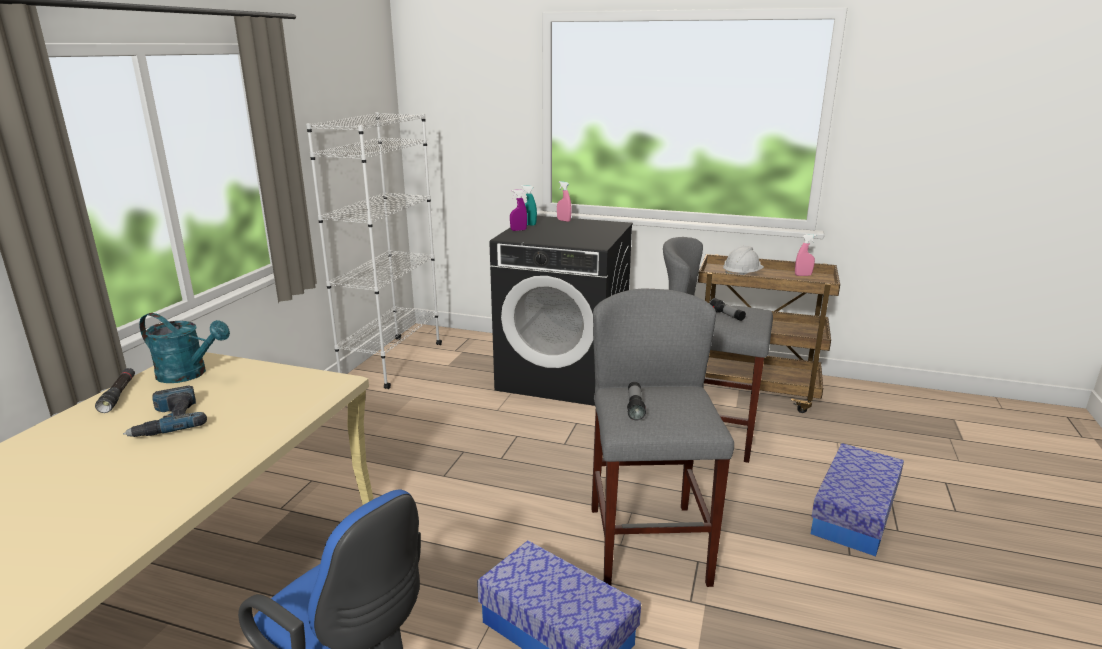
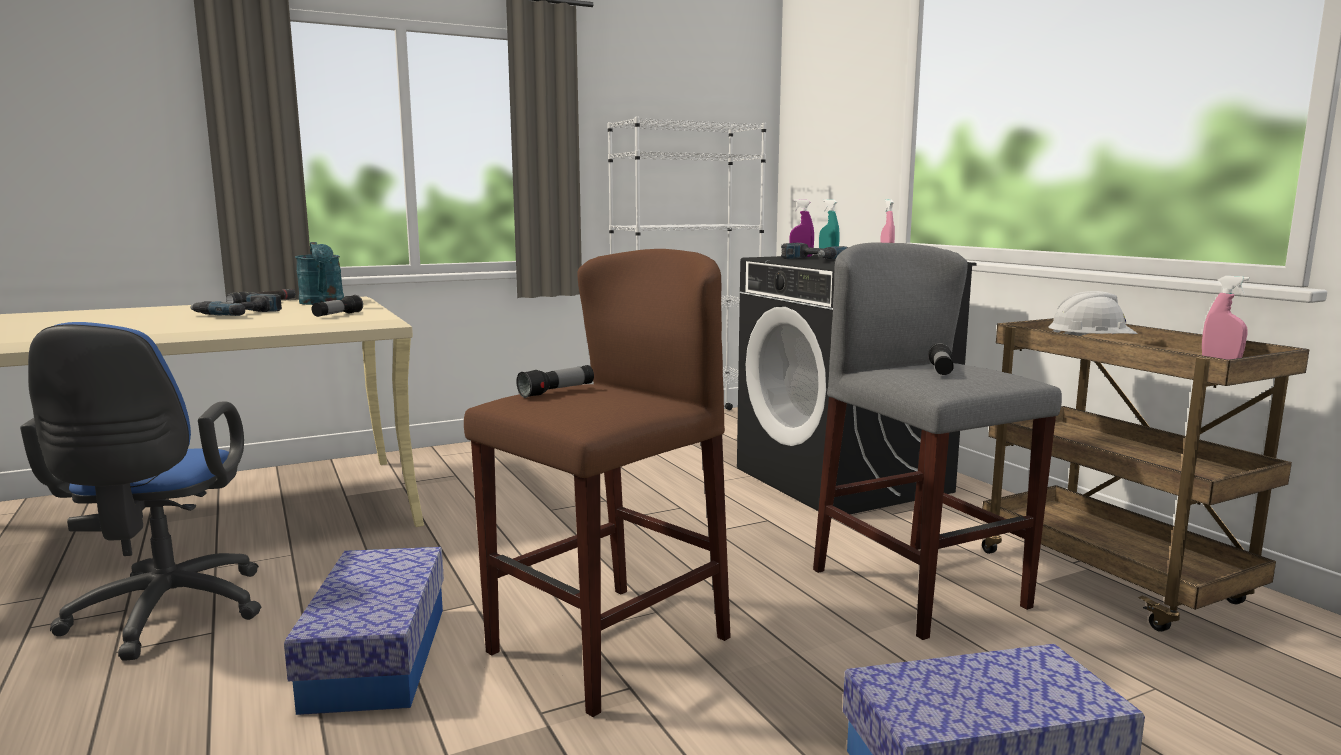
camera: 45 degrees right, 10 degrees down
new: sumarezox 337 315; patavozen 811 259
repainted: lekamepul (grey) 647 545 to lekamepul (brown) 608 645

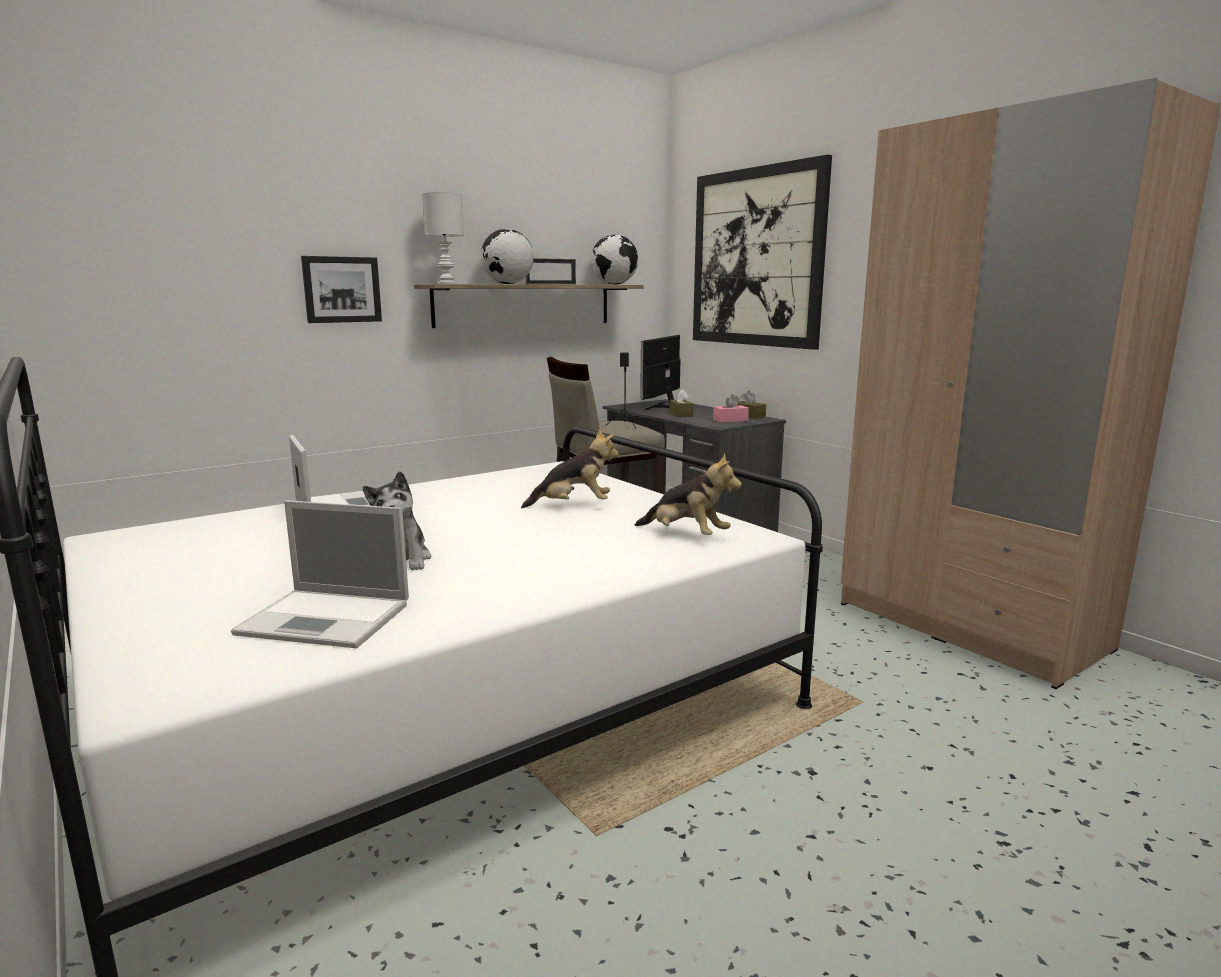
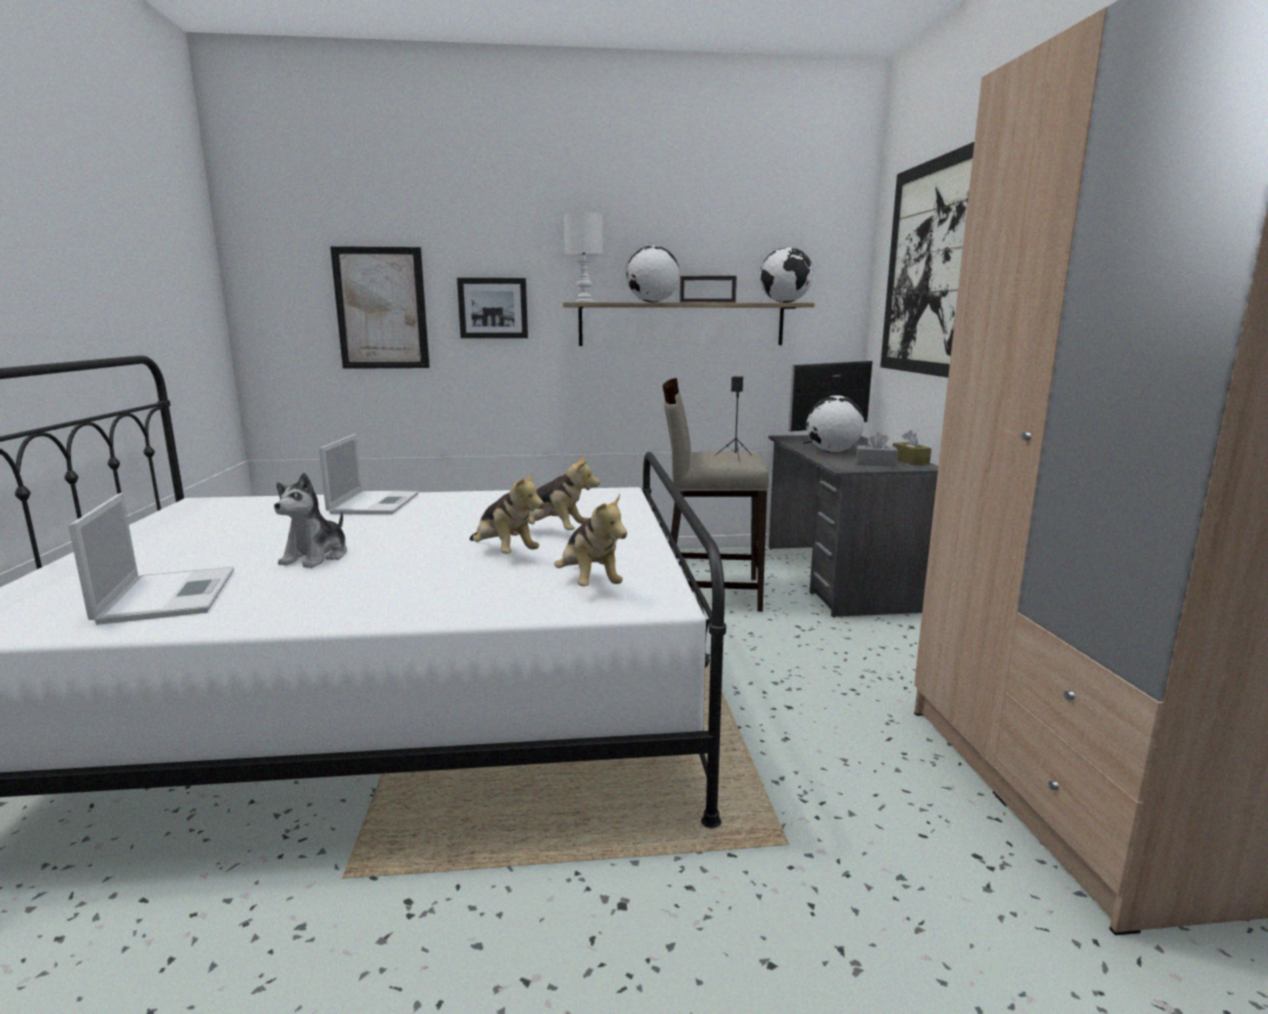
camera: 30 degrees right, 0 degrees up
new: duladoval 381 308; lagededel 504 553
swapped: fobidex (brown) 681 414 to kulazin 832 451
repainted: fobidex (pink) 730 420 to fobidex (grey) 875 463
rotated: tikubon 328 619 = 168 595 150 degrees counterclockwise

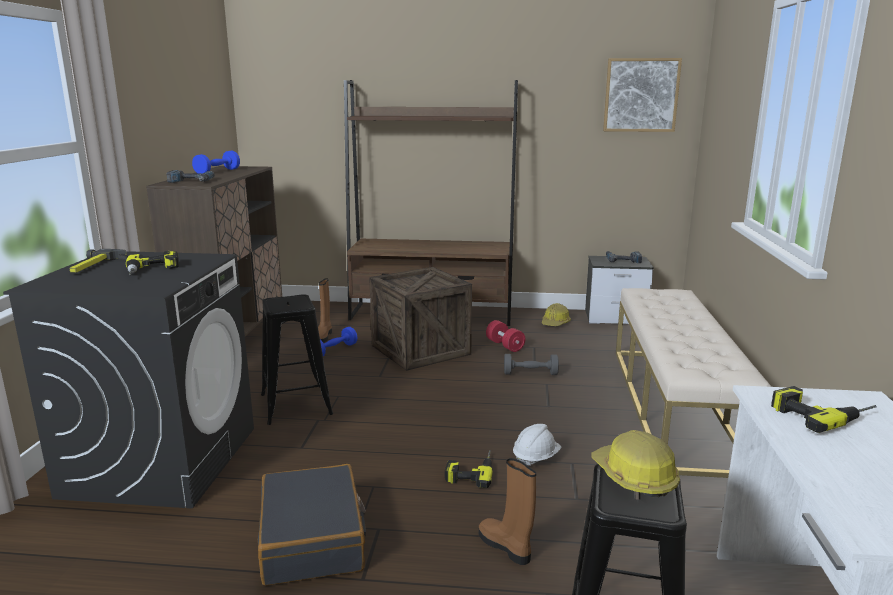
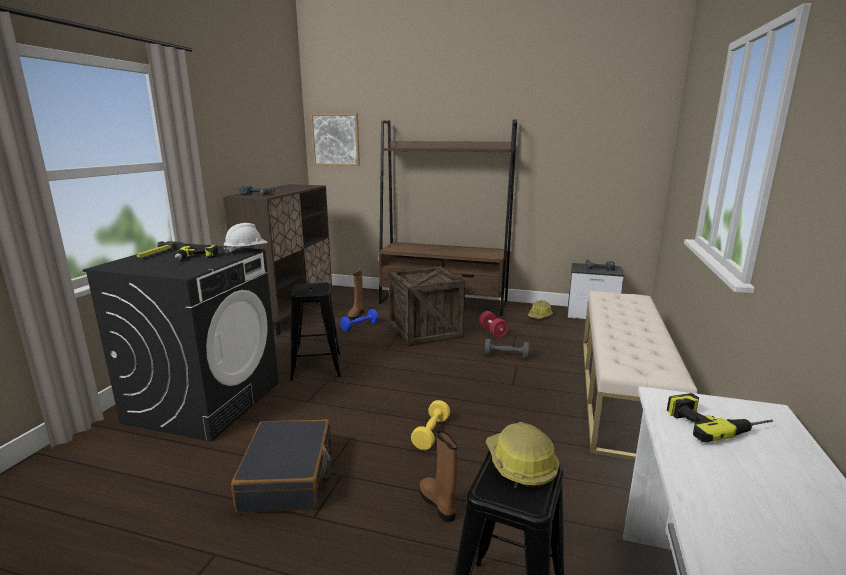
camera: 10 degrees right, 0 degrees up
gone: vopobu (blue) 217 171
shifted: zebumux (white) 536 458 to 246 251; duladoval 641 95 to 336 140
swapped: patavozen 470 470 to vopobu (yellow) 431 433

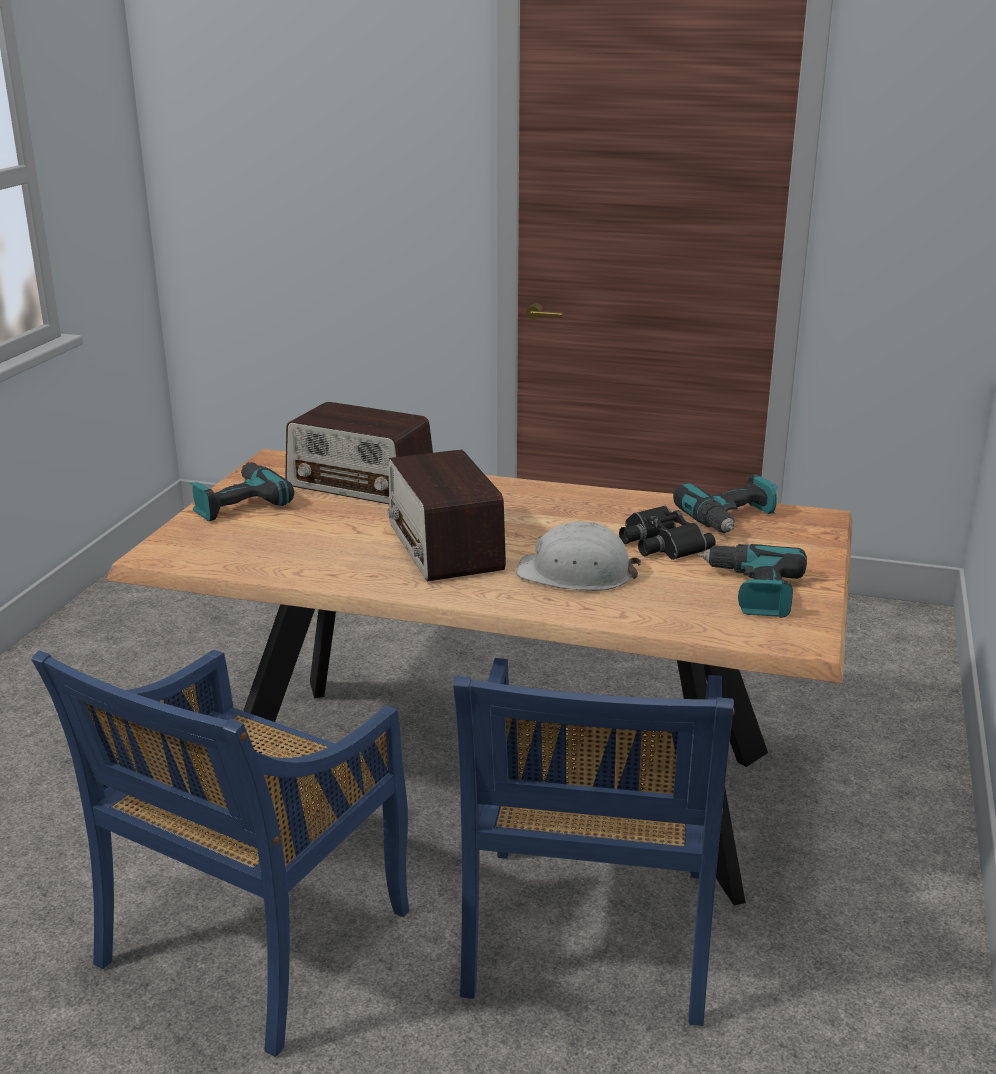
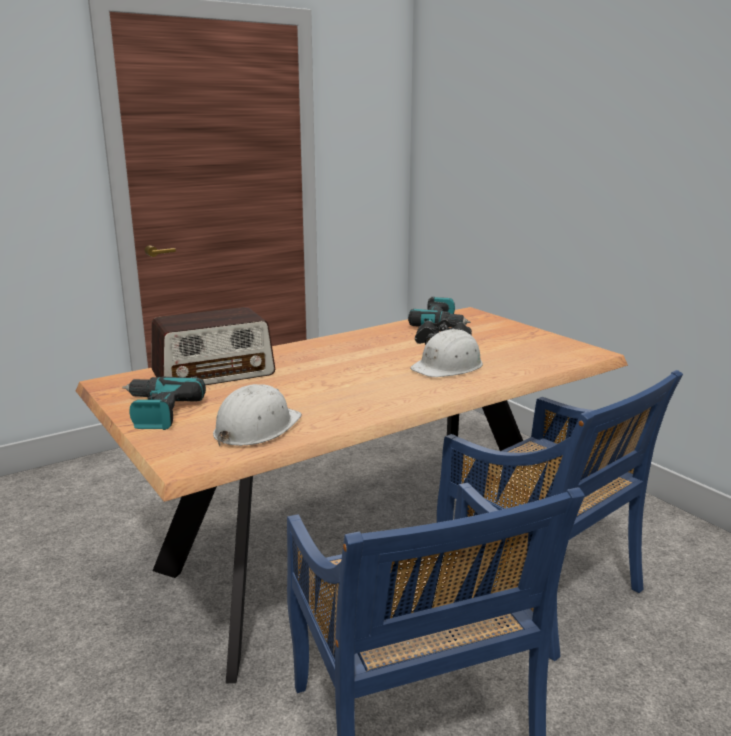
camera: 50 degrees left, 5 degrees down
gone: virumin 445 547; patavozen 752 591
new: zebumux (white) 256 428

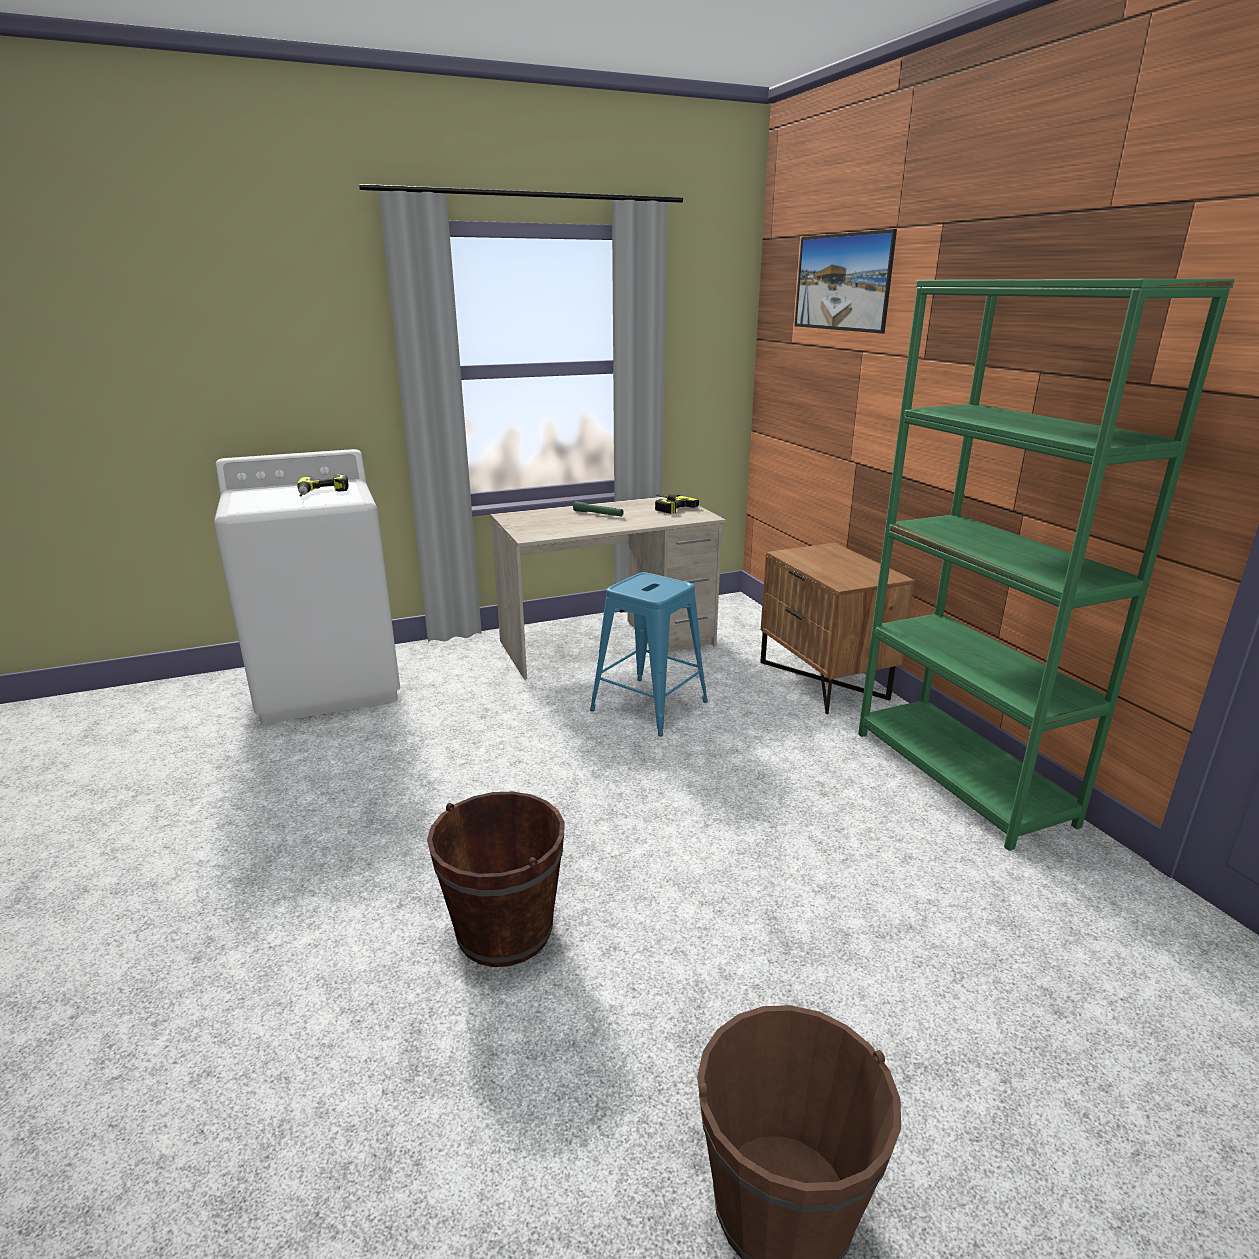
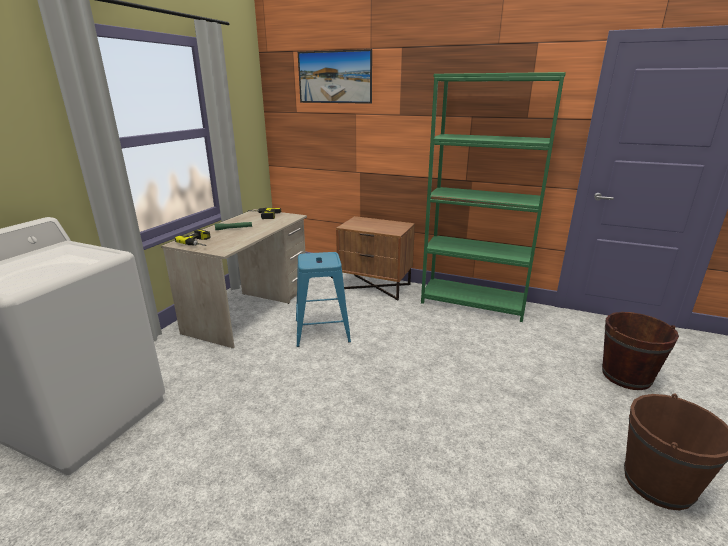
camera: 45 degrees left, 0 degrees up
shifted: patavozen 322 493 to 200 242; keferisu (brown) 505 930 to 626 376

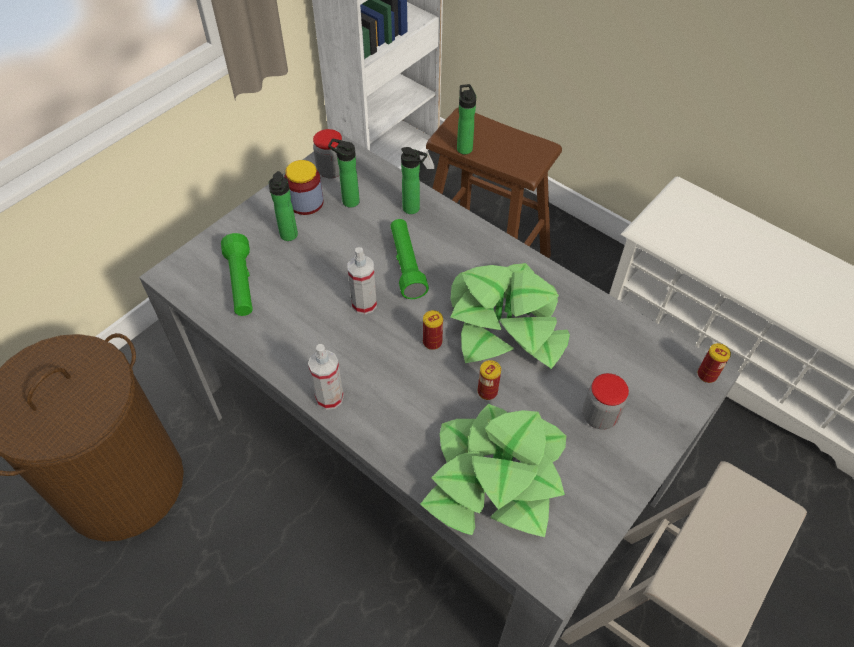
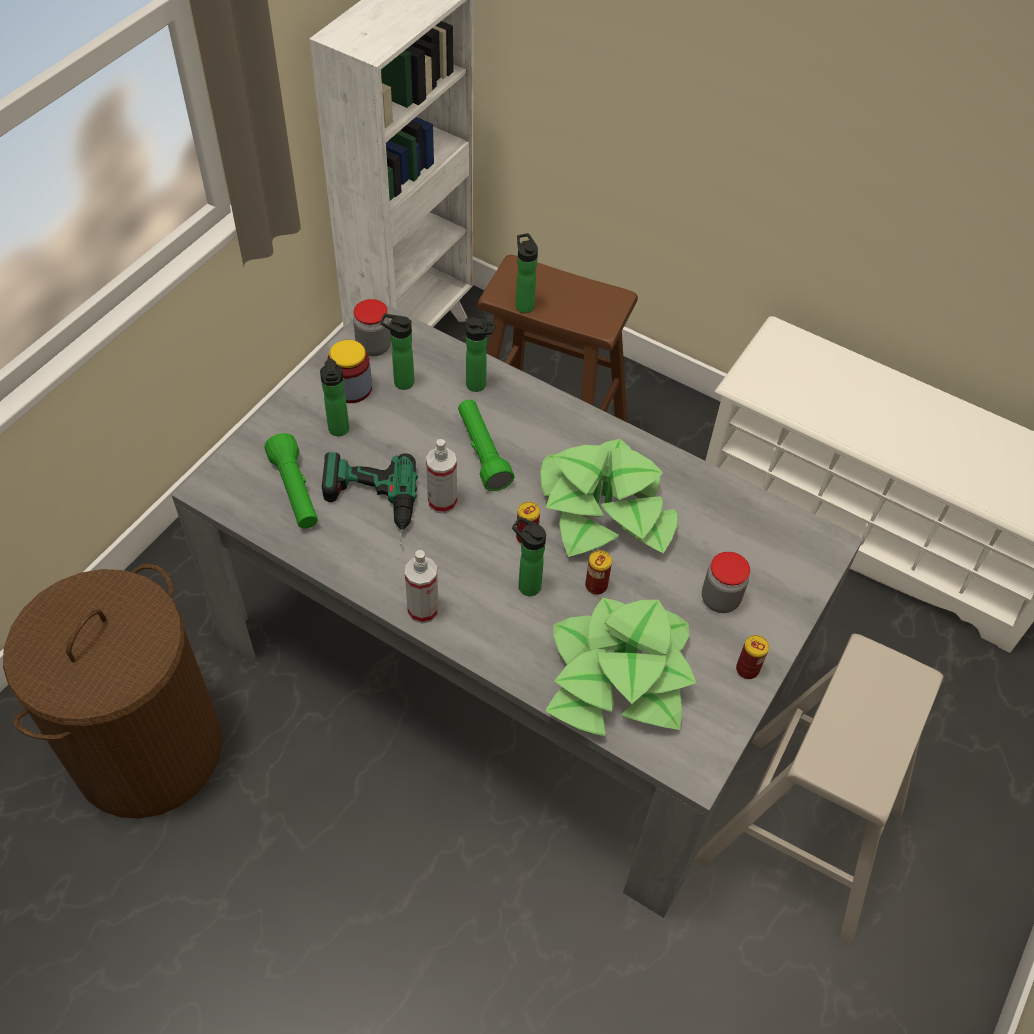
camera: 10 degrees left, 0 degrees up
new: patavozen 369 506; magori 526 585
shifted: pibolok 707 375 to 747 669

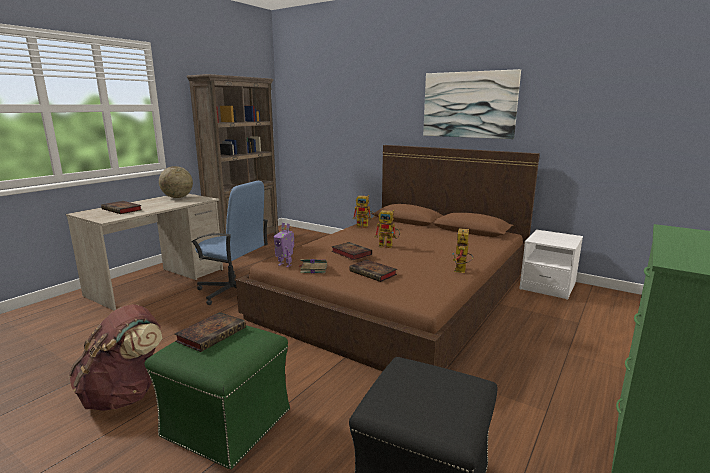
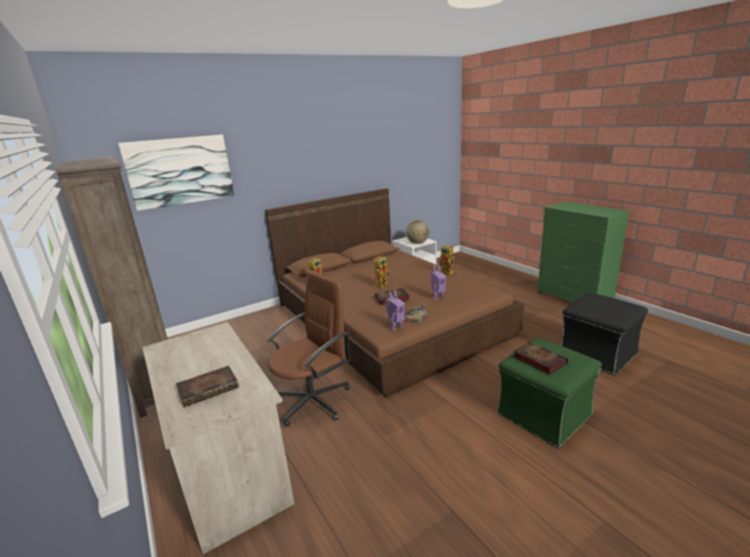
camera: 65 degrees left, 5 degrees up
gone: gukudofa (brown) 125 395
shifted: duladoval 469 105 to 180 171; kulazin 177 197 to 417 243
swapped: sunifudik 374 273 to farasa 437 298
repainted: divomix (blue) 233 291 to divomix (brown) 313 400

